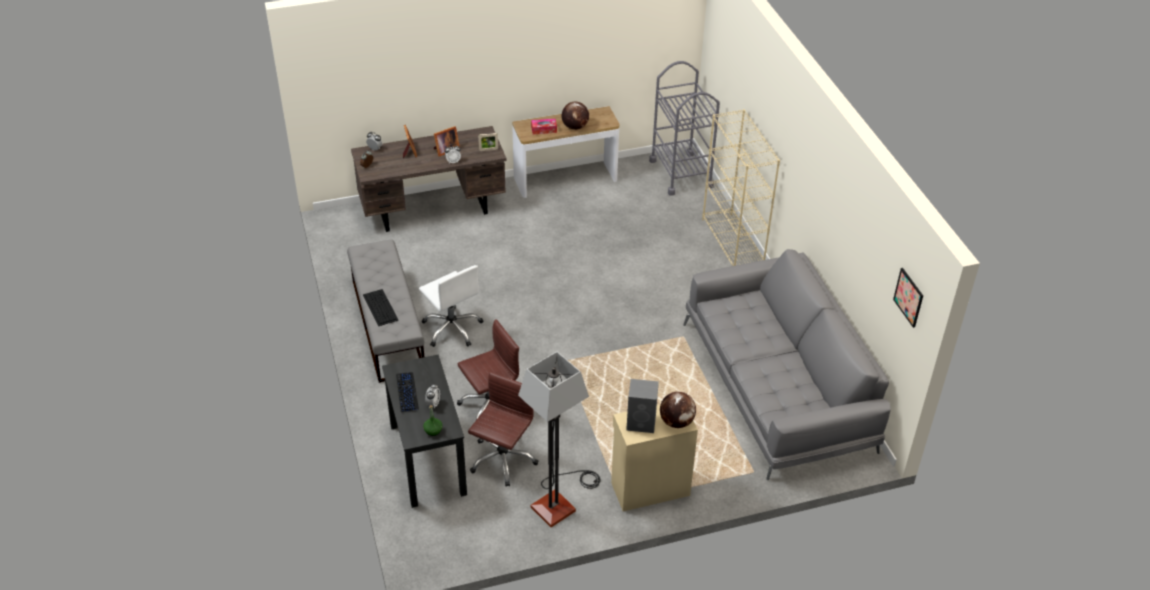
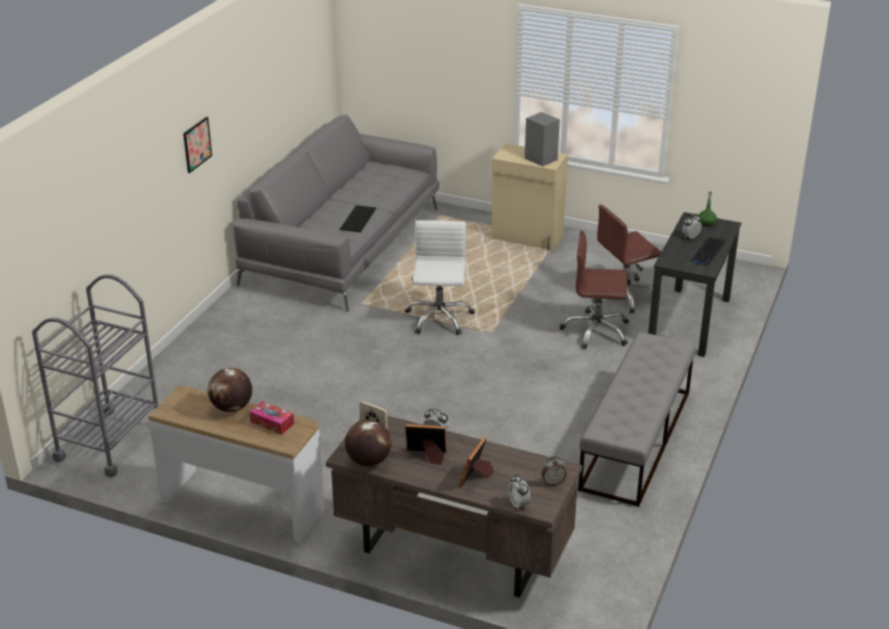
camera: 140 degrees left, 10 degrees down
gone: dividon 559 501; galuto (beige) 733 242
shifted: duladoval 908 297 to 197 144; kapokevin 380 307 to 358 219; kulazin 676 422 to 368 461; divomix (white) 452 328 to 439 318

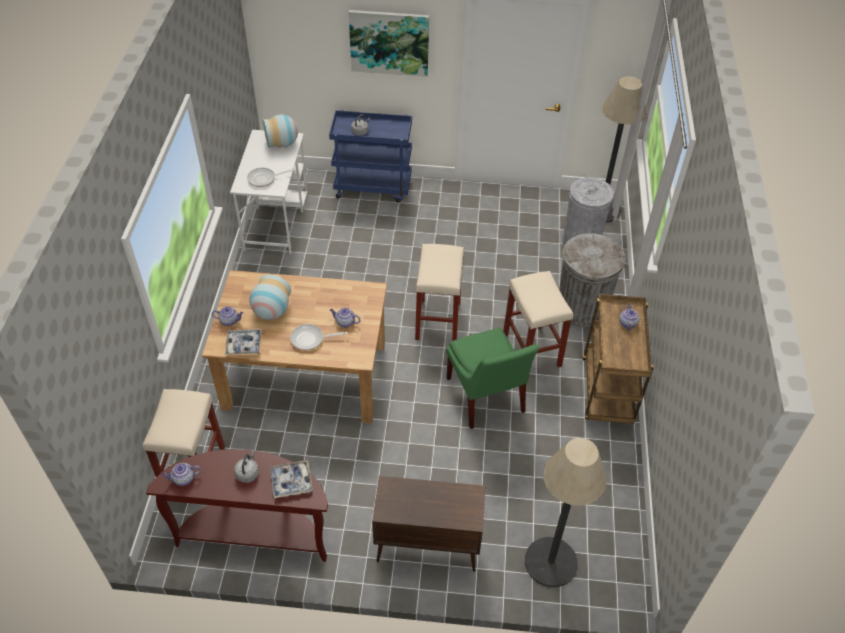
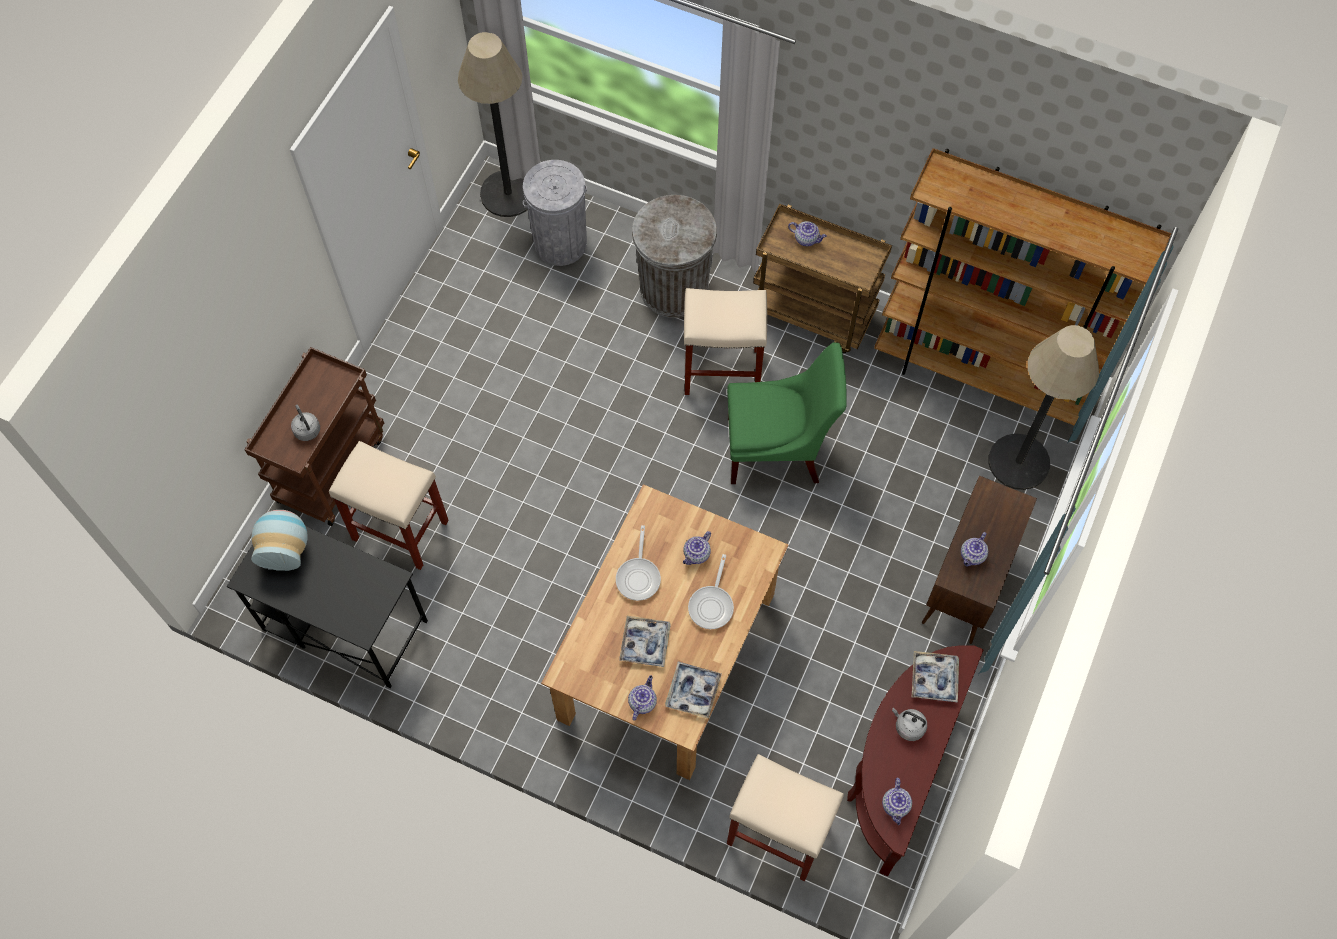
camera: 70 degrees left, 15 degrees up
gone: duladoval 389 42
new: galuto (brown) 980 376; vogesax 972 556
shifted: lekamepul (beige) 438 321 to 402 530; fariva 264 179 to 639 576
swapped: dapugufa 271 312 to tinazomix 645 643
repainted: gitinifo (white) 276 220 to gitinifo (black) 343 625; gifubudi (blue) 373 187 to gifubudi (brown) 331 467

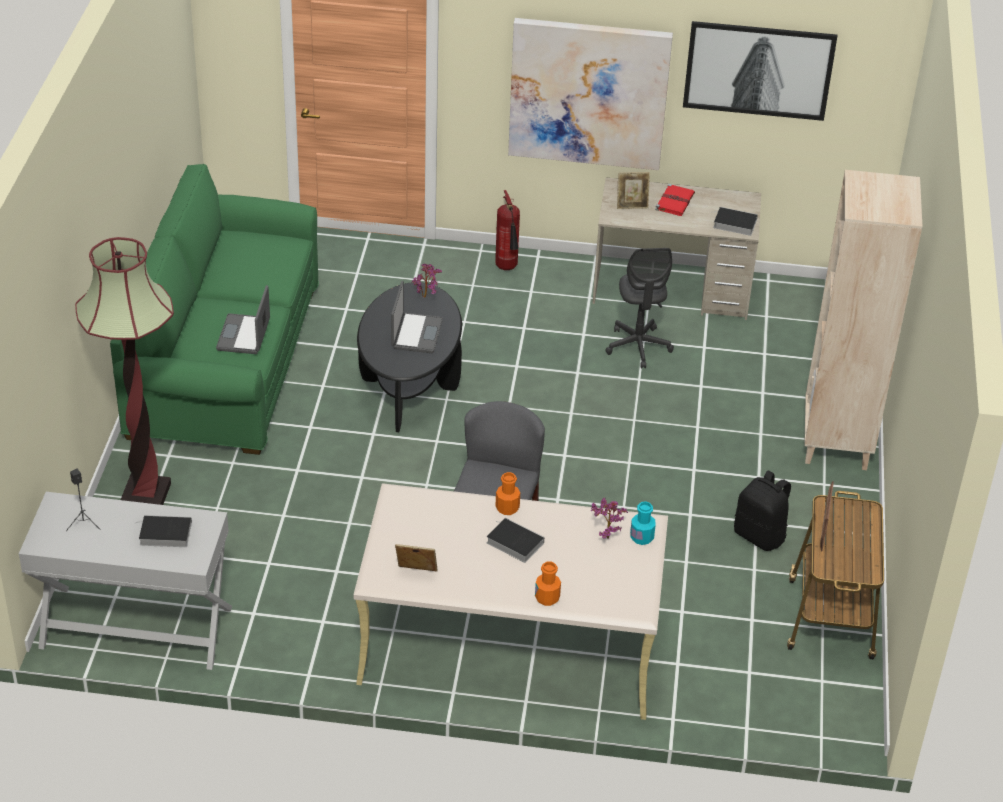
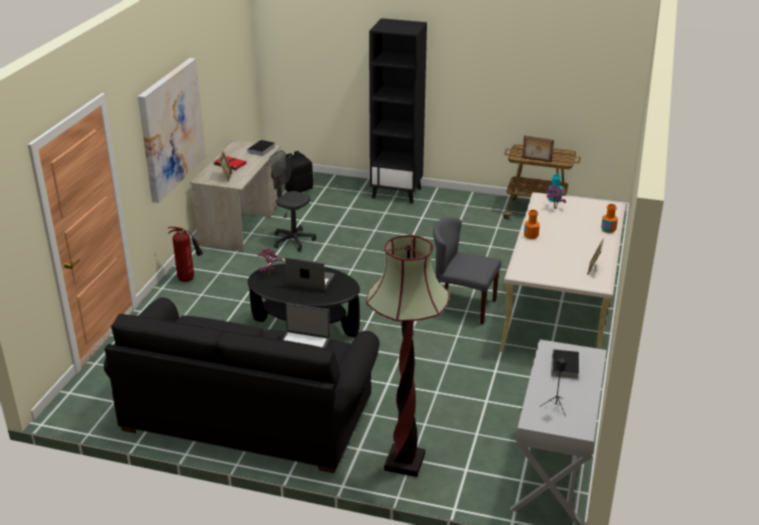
camera: 80 degrees left, 10 degrees down
gone: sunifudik 513 542; duladoval 758 70
shifted: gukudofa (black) 760 535 to 299 189
repainted: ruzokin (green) 225 361 to ruzokin (black) 247 415; galuto (beige) 836 442 to galuto (black) 397 193
rotated: divomix (grey) 638 346 = 293 240 150 degrees counterclockwise

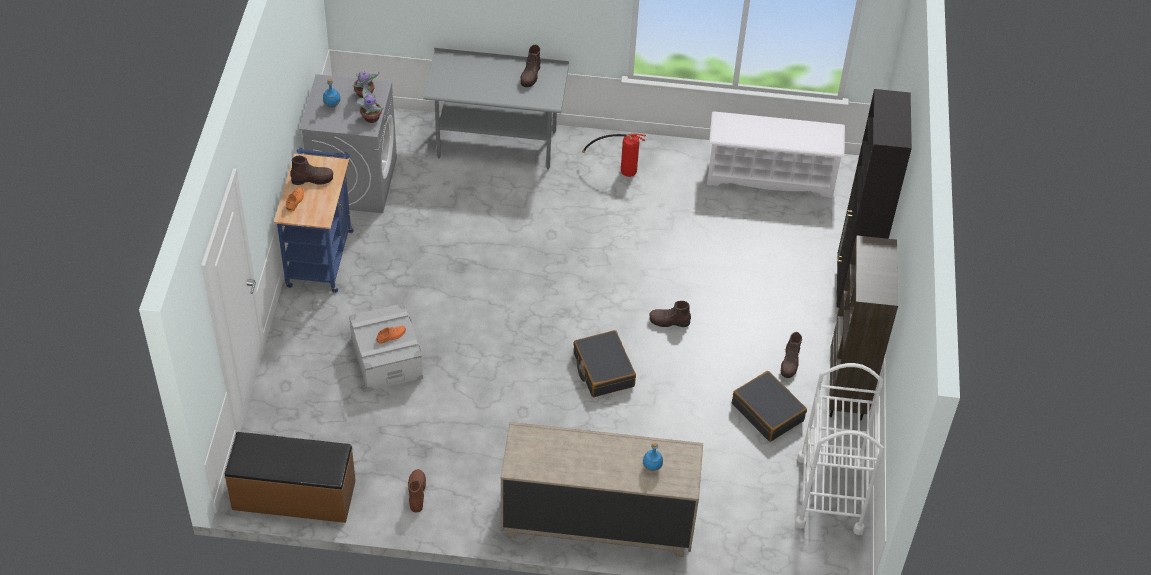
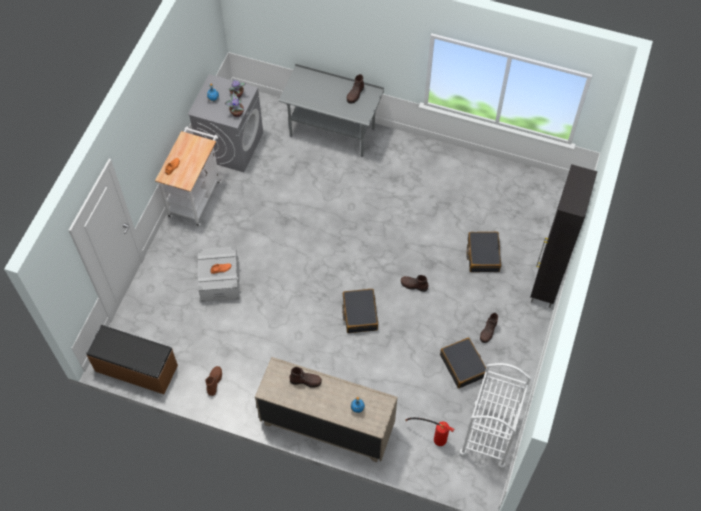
camera: 15 degrees right, 10 degrees up
gone: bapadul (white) 770 176; galuto (brown) 847 392
new: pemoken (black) 483 255
shifted: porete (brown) 312 179 to 306 381; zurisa 619 169 to 433 437
repainted: gifubudi (blue) 320 254 to gifubudi (white) 196 196

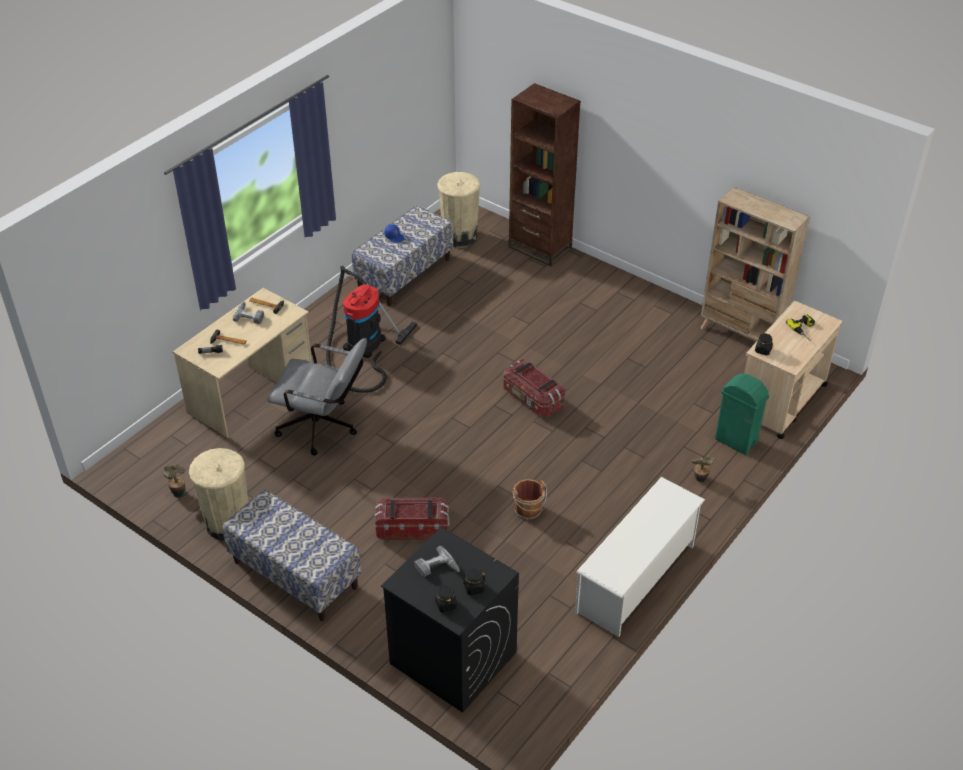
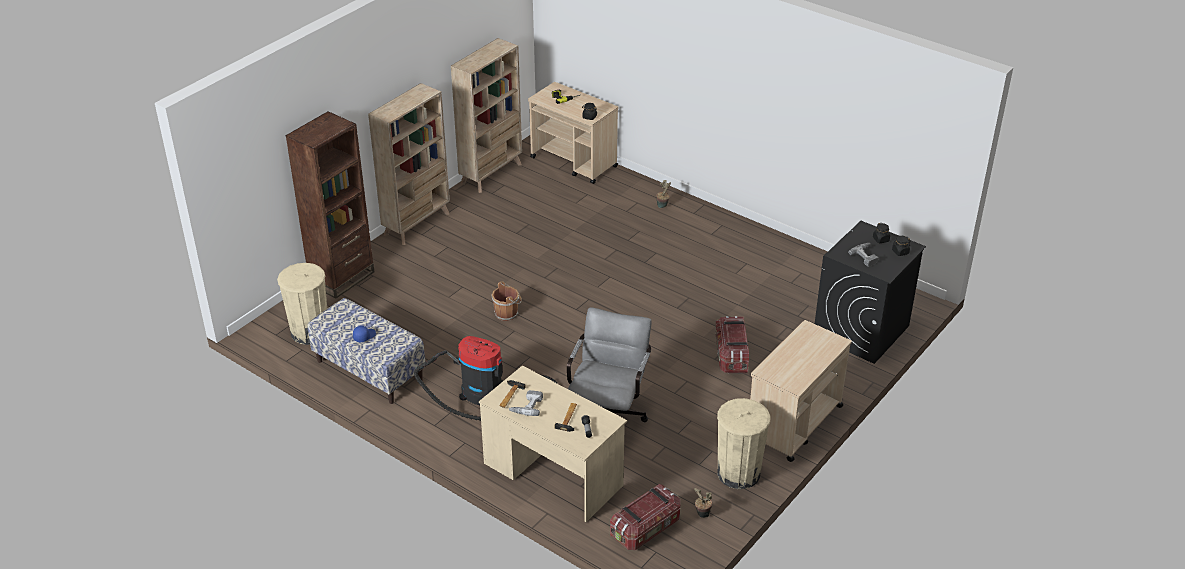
camera: 90 degrees left, 5 degrees down
gone: bapadul (white) 636 579; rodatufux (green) 736 441
new: galuto (beige) 417 224
shifted: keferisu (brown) 528 511 to 507 313; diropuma 532 399 to 646 529
swapped: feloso 295 575 to gifubudi (beige) 794 423

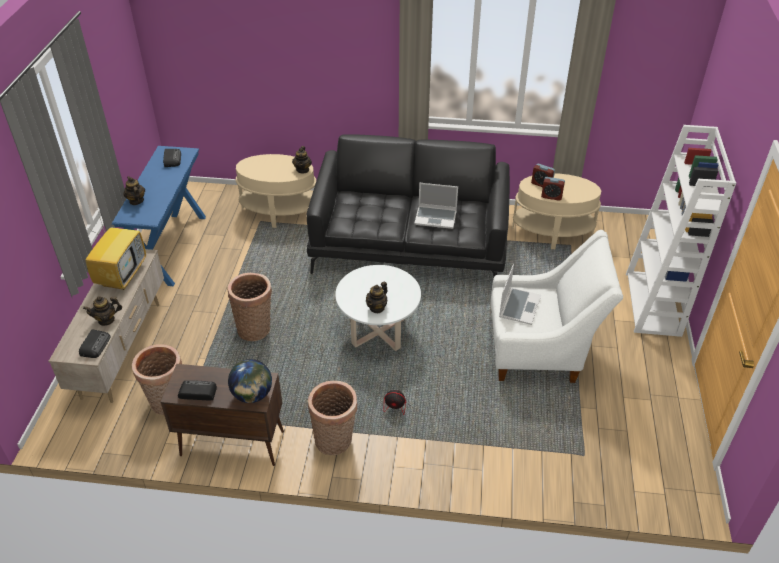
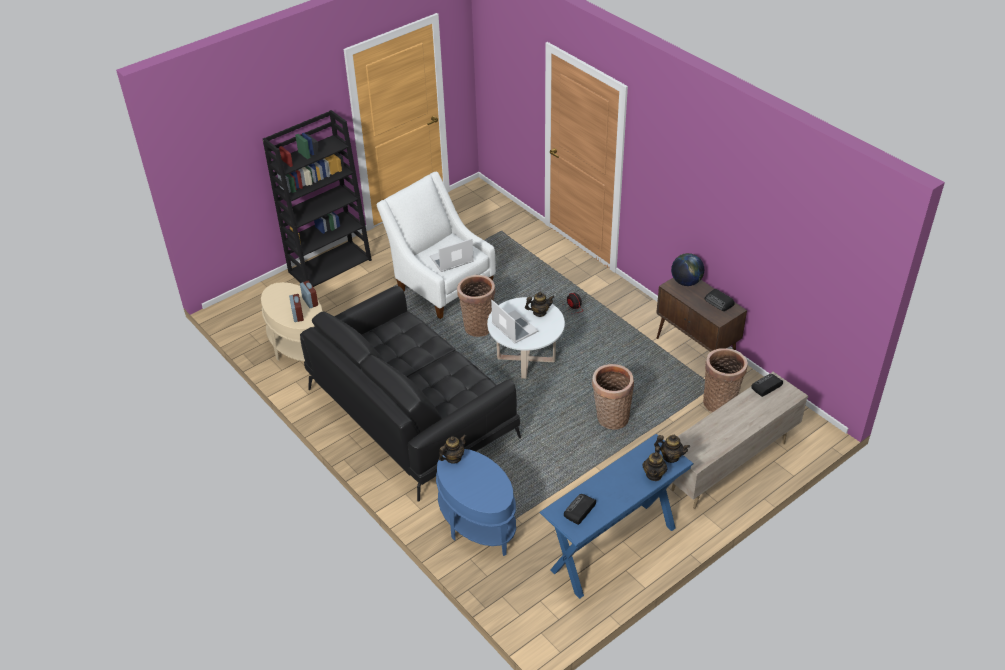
camera: 135 degrees left, 0 degrees up
gone: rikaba 122 275
shifted: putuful 335 441 to 477 326; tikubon 436 217 to 513 328; vogesax 106 320 to 670 457
repainted: galuto (white) 653 304 to galuto (black) 330 265; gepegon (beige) 279 212 to gepegon (blue) 477 523

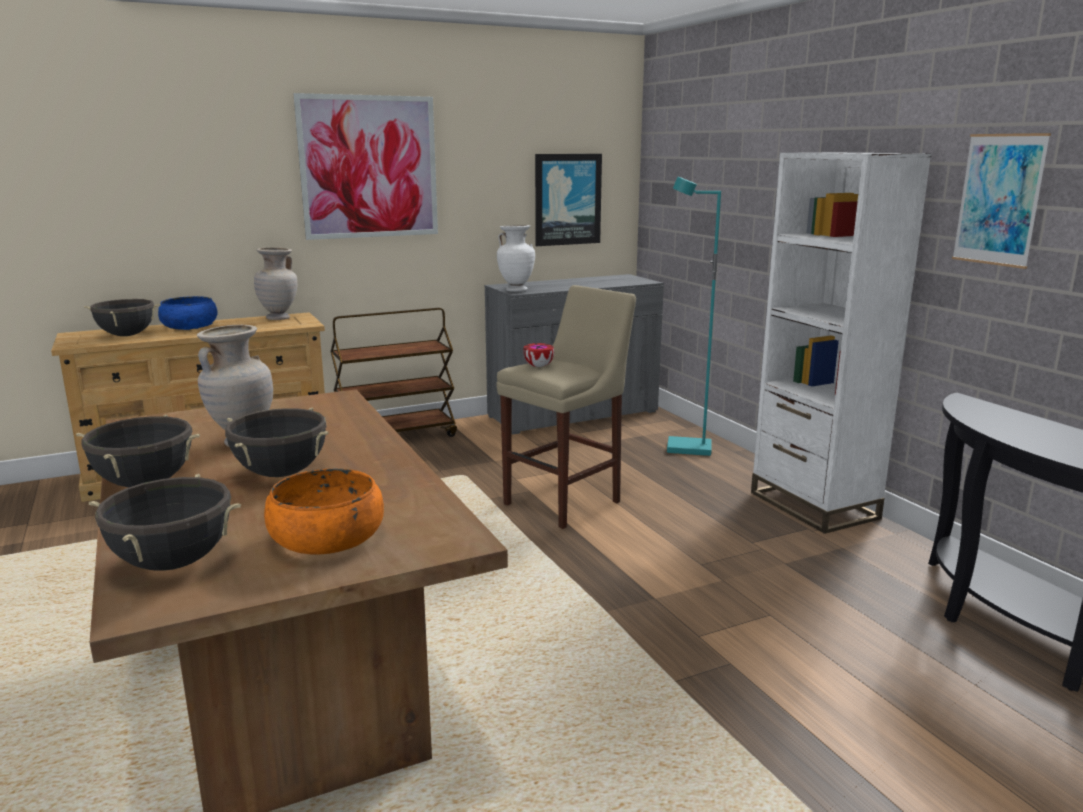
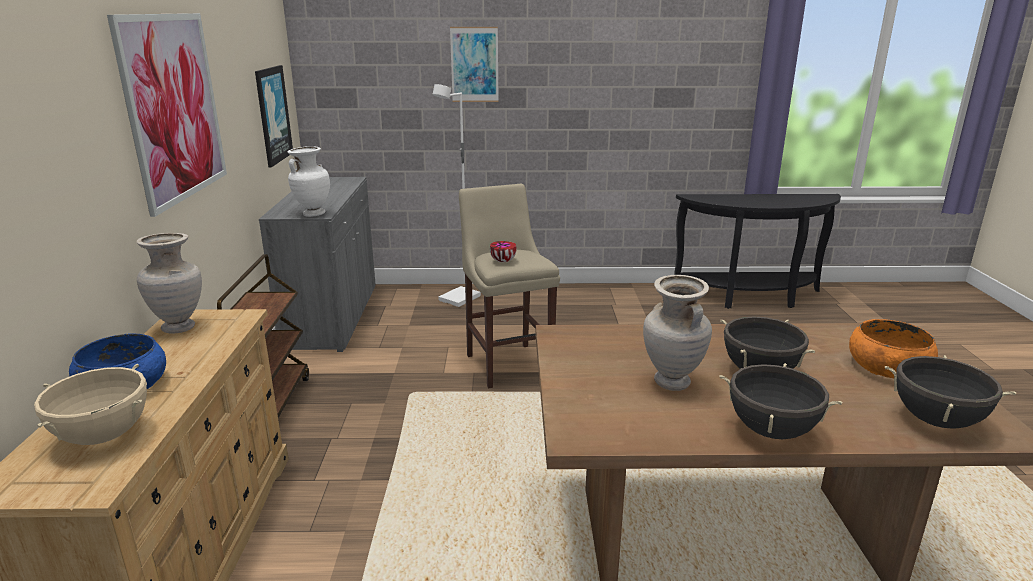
camera: 65 degrees left, 5 degrees up
gone: galuto (white) 813 505
shifted: duladoval 999 200 to 474 65
repainted: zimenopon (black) 127 335 to zimenopon (beige) 104 436; dividon (turquoise) 688 449 to dividon (white) 460 299

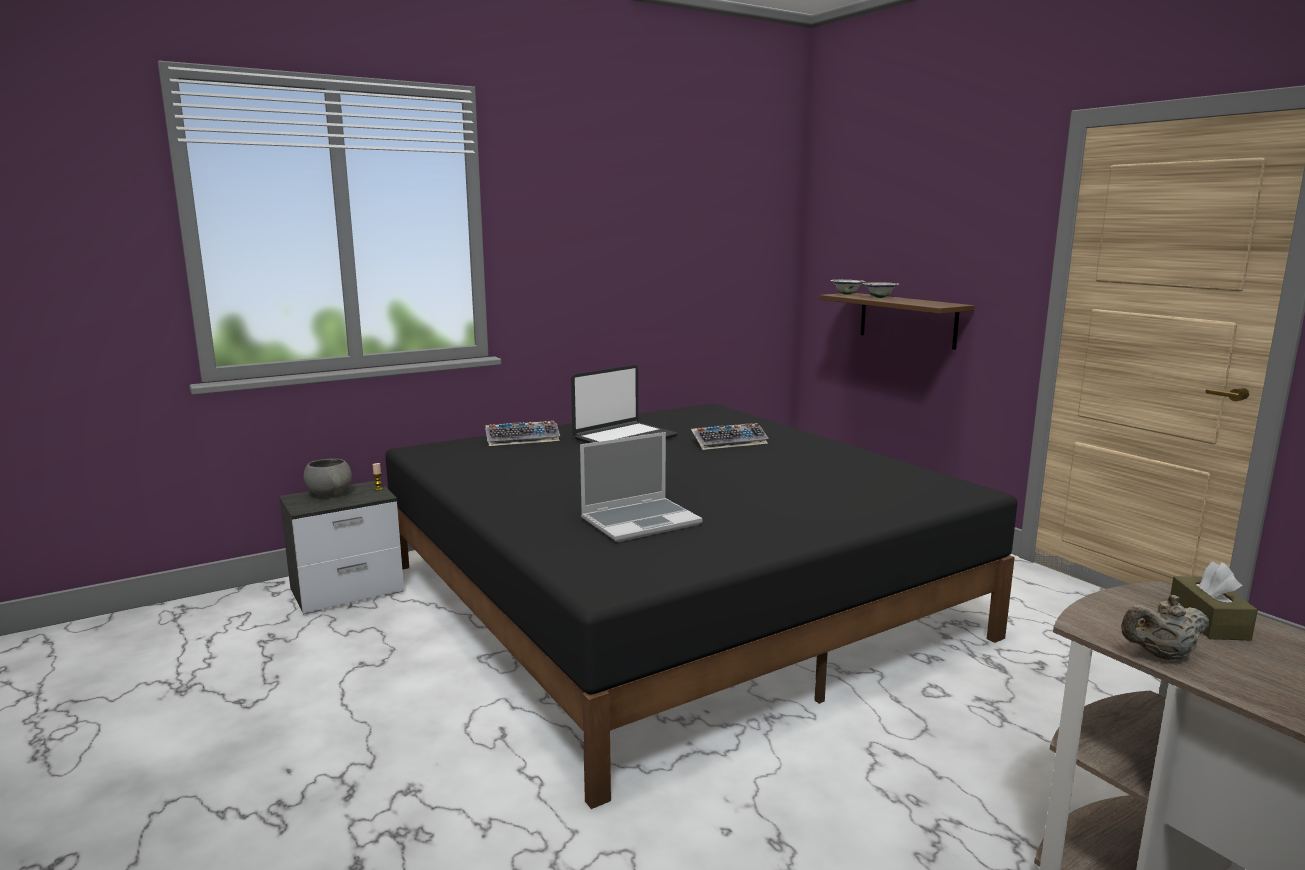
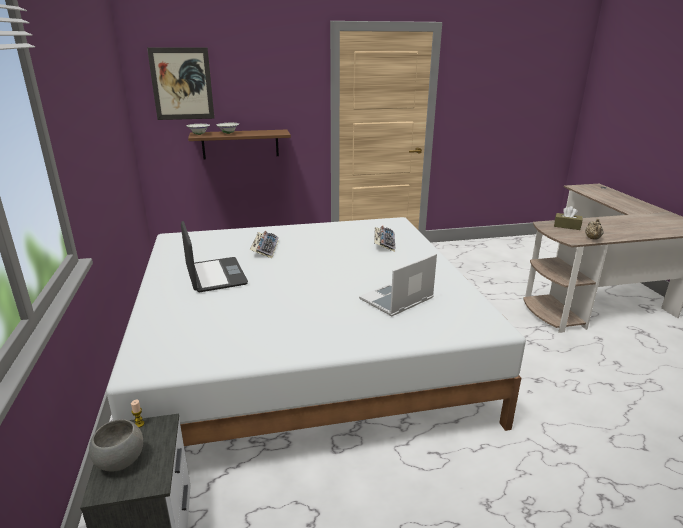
camera: 70 degrees left, 10 degrees up
new: duladoval 182 84
shifted: kapokevin 523 439 to 384 242
repainted: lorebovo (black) 673 600 to lorebovo (white) 306 353
rotated: tikubon 641 521 = 396 300 120 degrees counterclockwise

